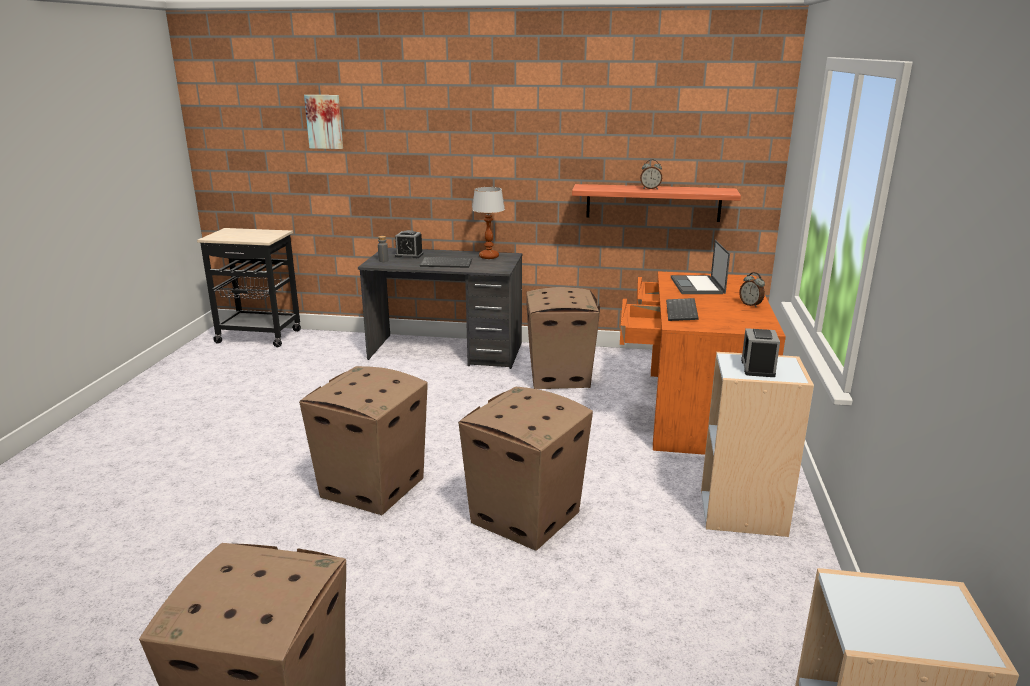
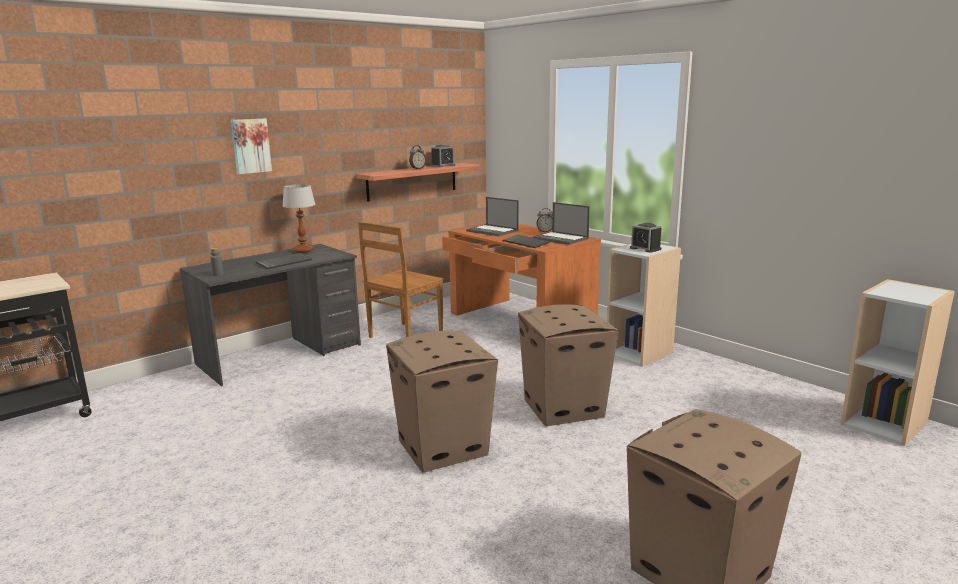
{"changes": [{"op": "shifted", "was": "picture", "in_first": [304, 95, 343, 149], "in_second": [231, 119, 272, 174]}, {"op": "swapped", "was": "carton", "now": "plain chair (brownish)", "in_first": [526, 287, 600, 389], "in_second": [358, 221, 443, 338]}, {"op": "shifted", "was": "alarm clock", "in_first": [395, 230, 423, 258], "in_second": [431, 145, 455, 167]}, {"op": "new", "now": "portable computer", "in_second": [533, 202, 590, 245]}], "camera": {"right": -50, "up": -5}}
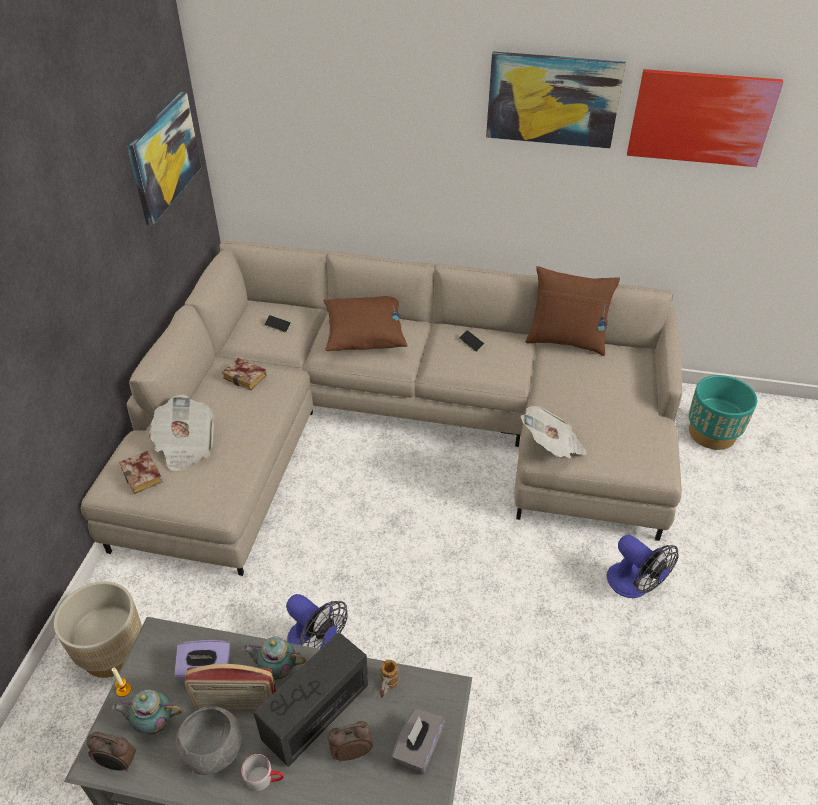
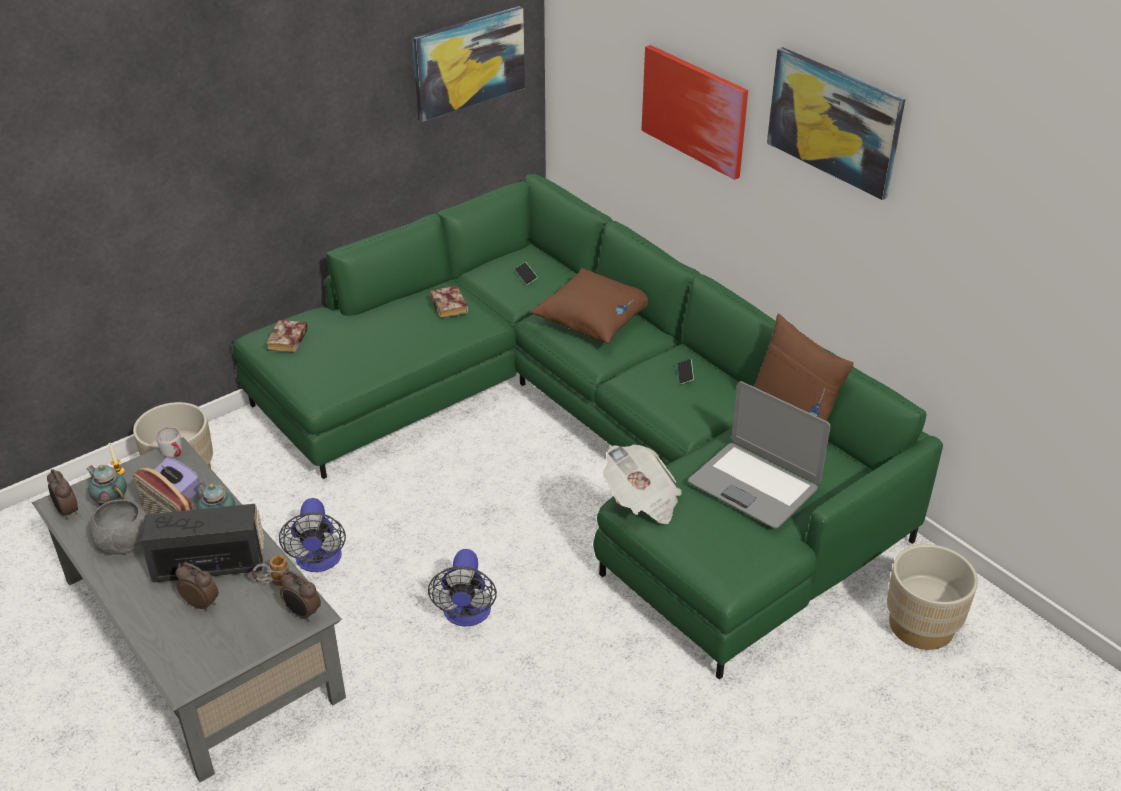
{"changes": [{"op": "shifted", "was": "tea mug (grey)", "in_first": [241, 754, 284, 791], "in_second": [156, 427, 182, 457]}, {"op": "repainted", "was": "settee (beige-coloured)", "now": "settee (green)", "in_first": [81, 241, 682, 576], "in_second": [233, 174, 943, 680]}, {"op": "new", "now": "alarm clock", "in_second": [280, 571, 321, 622]}, {"op": "shifted", "was": "electric fan", "in_first": [606, 535, 679, 598], "in_second": [428, 549, 497, 627]}, {"op": "shifted", "was": "picture", "in_first": [627, 69, 783, 167], "in_second": [641, 45, 748, 180]}, {"op": "new", "now": "portable computer", "in_second": [688, 381, 831, 529]}, {"op": "repainted", "was": "flower pot (turquoise-coloured)", "now": "flower pot (beige-coloured)", "in_first": [689, 375, 757, 450], "in_second": [887, 544, 978, 650]}, {"op": "gone", "was": "daily paper", "in_first": [149, 395, 215, 471]}, {"op": "gone", "was": "tissue holder (grey)", "in_first": [392, 708, 445, 774]}], "camera": {"right": 40, "up": -5}}
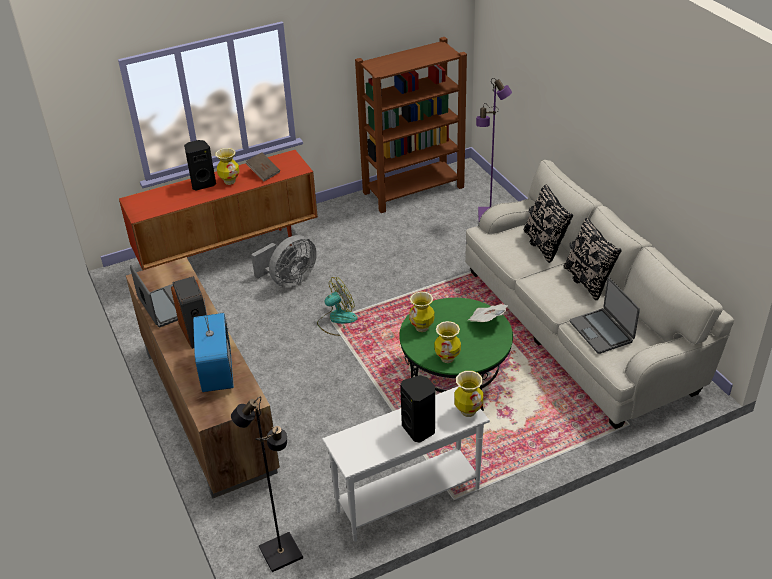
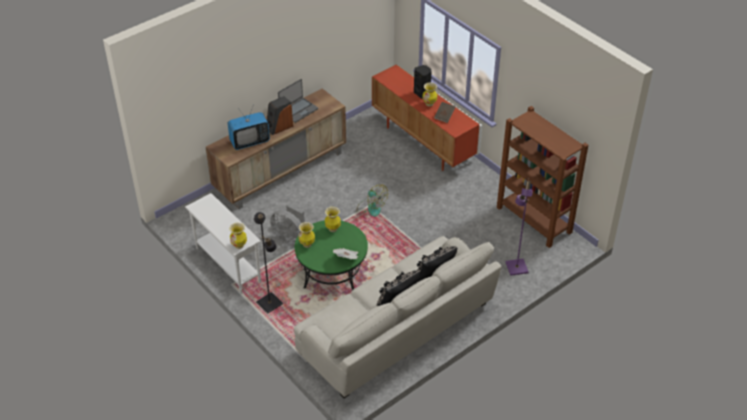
{"changes": [{"op": "shifted", "was": "standing lamp (black)", "in_first": [231, 397, 303, 572], "in_second": [254, 212, 283, 313]}, {"op": "shifted", "was": "electric fan (grey)", "in_first": [251, 235, 317, 287], "in_second": [270, 204, 305, 244]}, {"op": "gone", "was": "loudspeaker (black)", "in_first": [400, 375, 435, 443]}, {"op": "gone", "was": "portable computer", "in_first": [570, 277, 640, 354]}], "camera": {"right": 75, "up": 5}}
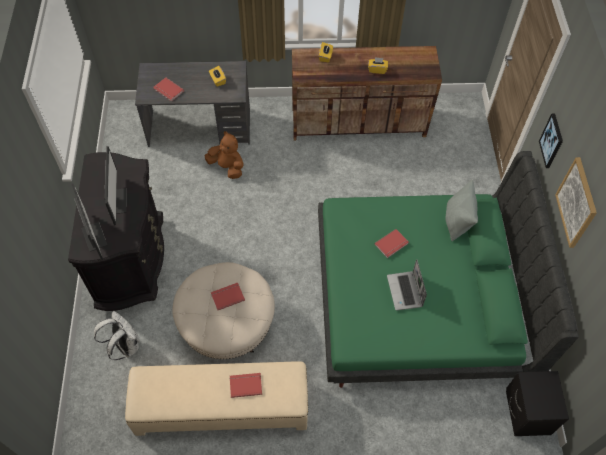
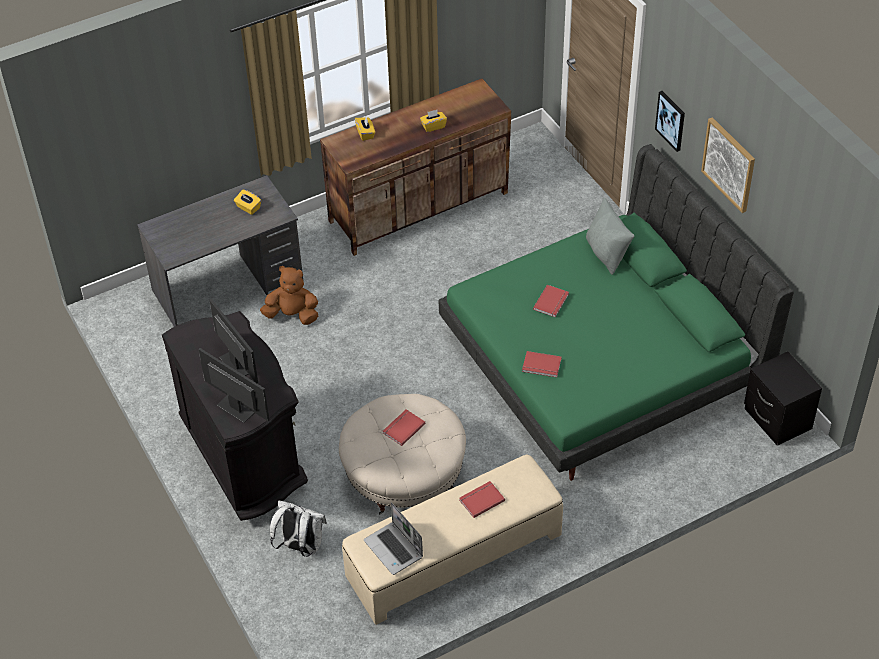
{"changes": [{"op": "shifted", "was": "portable computer", "in_first": [387, 259, 427, 311], "in_second": [364, 502, 423, 575]}, {"op": "shifted", "was": "volume (reddish)", "in_first": [153, 78, 184, 102], "in_second": [522, 351, 562, 377]}], "camera": {"right": -25, "up": -10}}
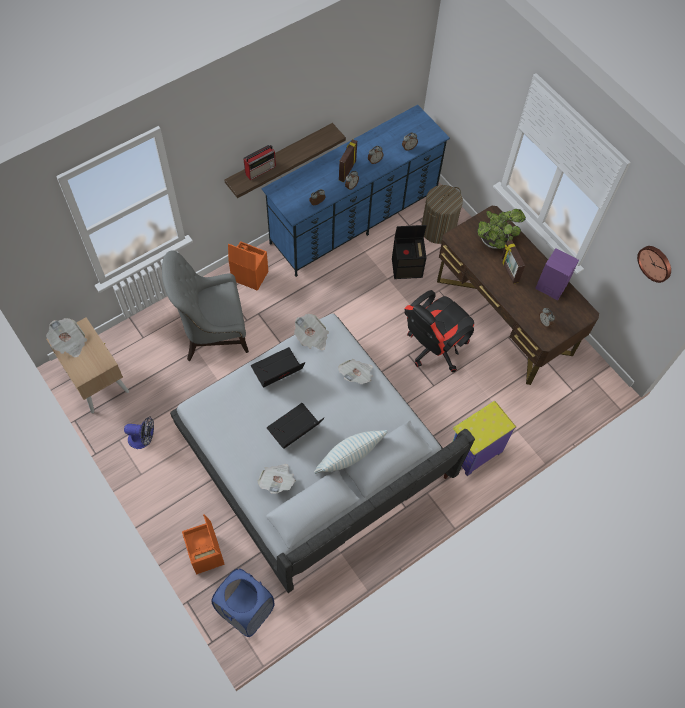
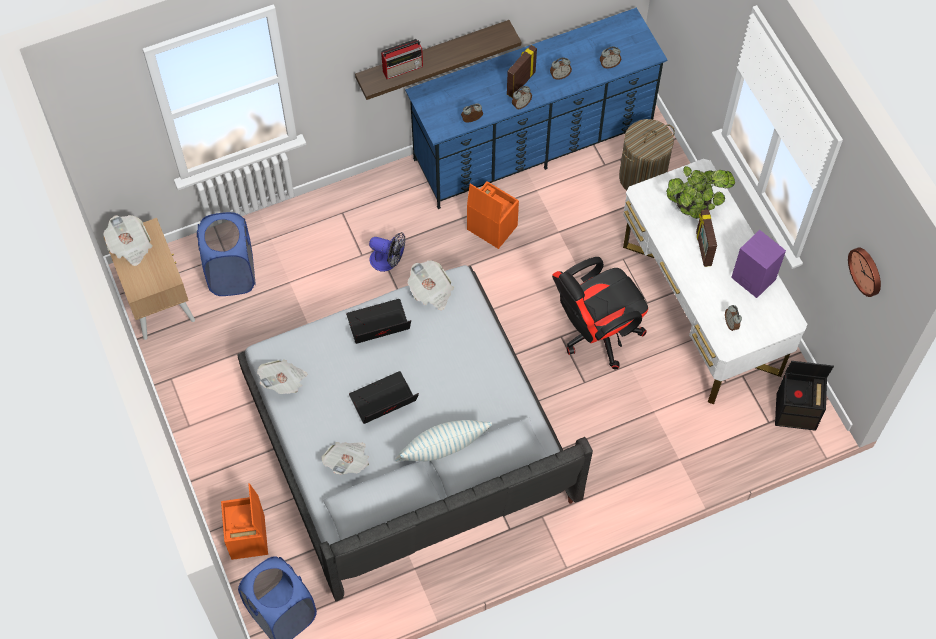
{"changes": [{"op": "new", "now": "hamper (blue-coloured)", "in_second": [197, 212, 256, 296]}, {"op": "shifted", "was": "daily paper", "in_first": [338, 359, 373, 384], "in_second": [257, 359, 307, 394]}, {"op": "shifted", "was": "electric fan", "in_first": [124, 416, 154, 449], "in_second": [369, 232, 405, 272]}, {"op": "shifted", "was": "storage box (orange)", "in_first": [228, 241, 268, 291], "in_second": [467, 181, 519, 249]}, {"op": "repainted", "was": "desk table (brownish)", "now": "desk table (white)", "in_first": [437, 206, 599, 385], "in_second": [623, 159, 808, 404]}, {"op": "shifted", "was": "storage box (black)", "in_first": [392, 225, 427, 279], "in_second": [775, 361, 834, 431]}, {"op": "gone", "was": "plain chair (grey)", "in_first": [162, 250, 249, 361]}, {"op": "gone", "was": "bedside table", "in_first": [452, 401, 516, 476]}], "camera": {"right": 15, "up": 0}}
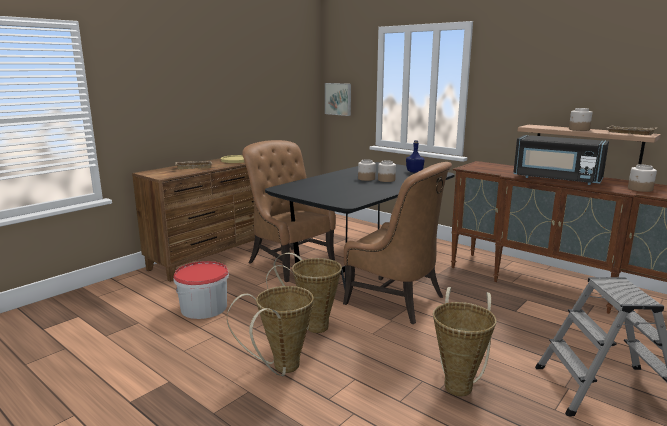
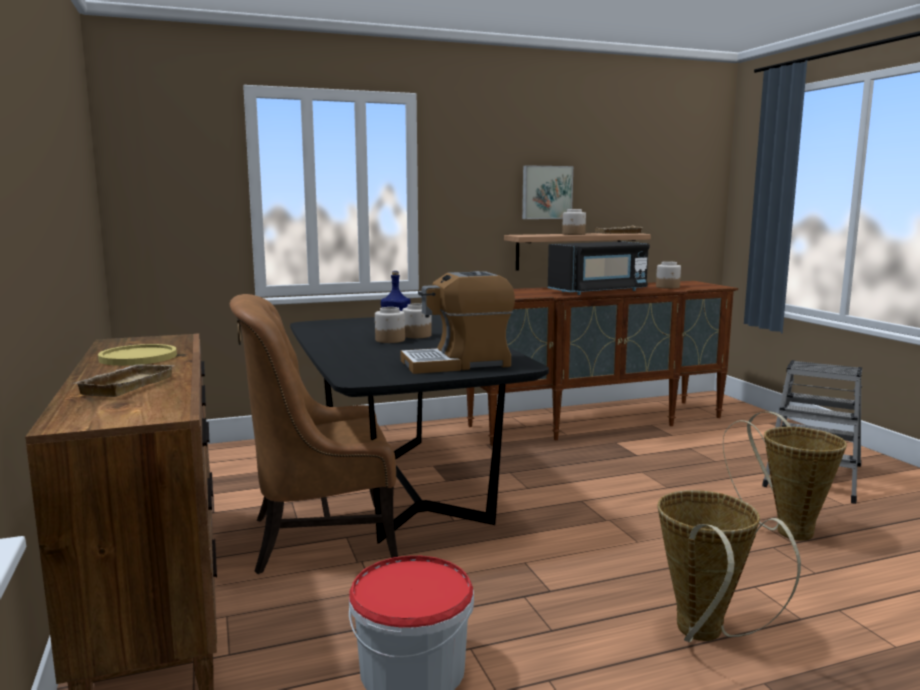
{"changes": [{"op": "new", "now": "coffee machine", "in_second": [401, 271, 515, 374]}, {"op": "shifted", "was": "picture", "in_first": [325, 83, 351, 116], "in_second": [522, 165, 573, 219]}, {"op": "gone", "was": "household basket", "in_first": [266, 253, 342, 333]}, {"op": "gone", "was": "plain chair (brownish)", "in_first": [343, 162, 452, 324]}], "camera": {"right": -60, "up": -5}}
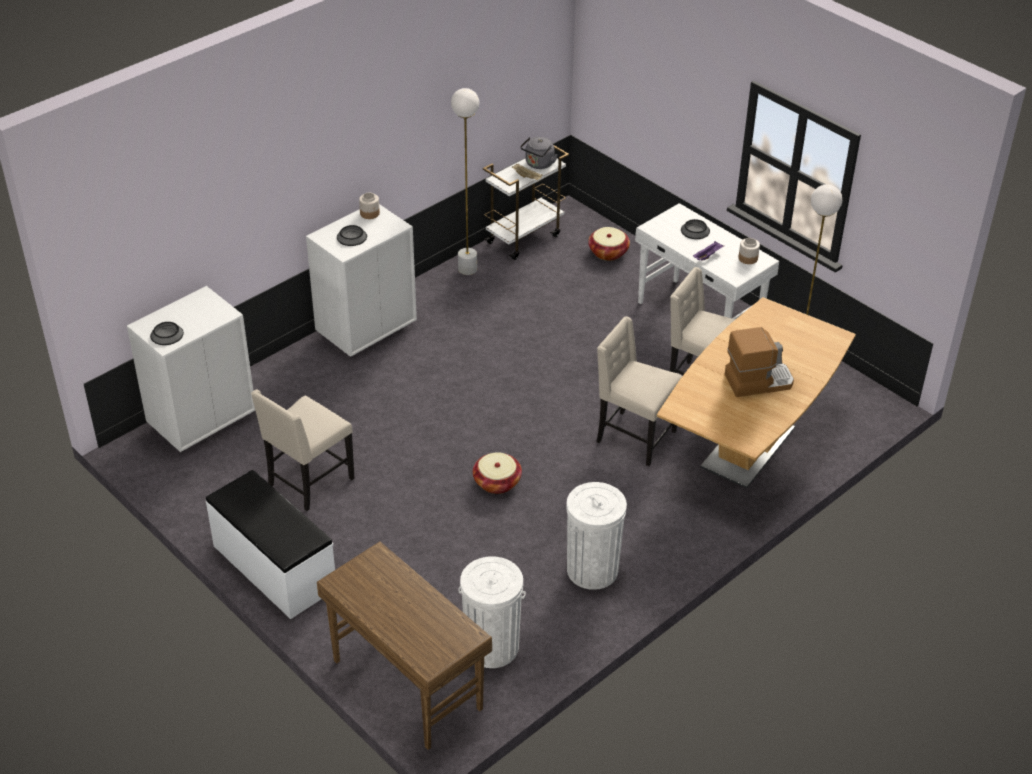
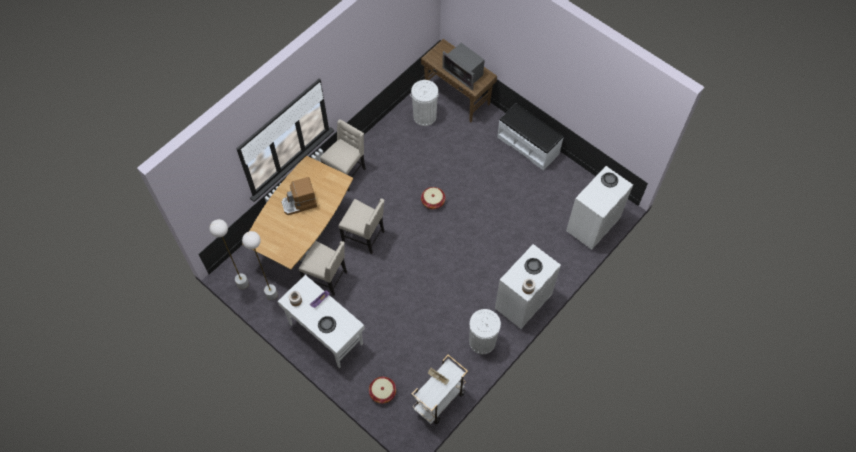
{"changes": [{"op": "shifted", "was": "standing lamp (white)", "in_first": [451, 88, 479, 275], "in_second": [209, 219, 249, 289]}, {"op": "shifted", "was": "plain chair (beige-coloured)", "in_first": [251, 390, 354, 511], "in_second": [320, 119, 366, 192]}, {"op": "new", "now": "microwave", "in_second": [442, 43, 485, 90]}, {"op": "shifted", "was": "trash can (white)", "in_first": [566, 482, 627, 590], "in_second": [469, 309, 501, 354]}, {"op": "gone", "was": "kettle (grey)", "in_first": [520, 137, 558, 169]}], "camera": {"right": 175, "up": 20}}
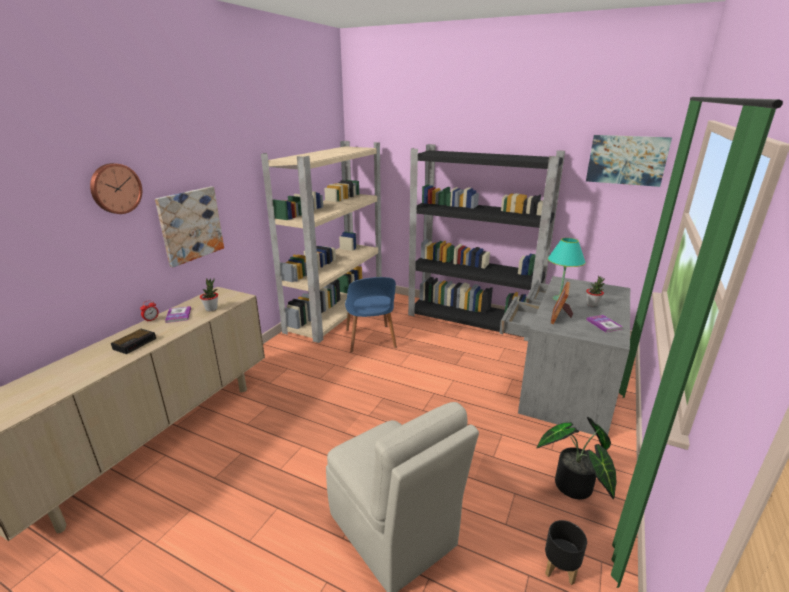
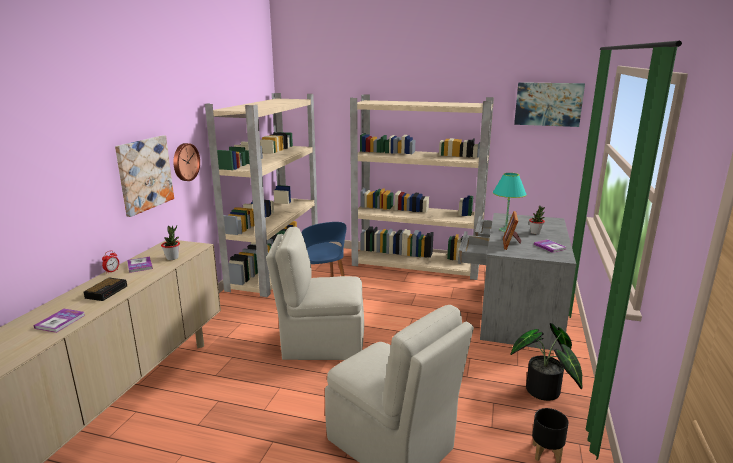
{"changes": [{"op": "new", "now": "volume", "in_second": [34, 309, 85, 333]}, {"op": "shifted", "was": "clock on the wall", "in_first": [90, 163, 142, 214], "in_second": [173, 143, 200, 181]}, {"op": "new", "now": "plain chair (beige-coloured)", "in_second": [266, 227, 364, 360]}, {"op": "repainted", "was": "bookshelf (black)", "now": "bookshelf (beige-coloured)", "in_first": [408, 144, 565, 341], "in_second": [350, 94, 494, 280]}], "camera": {"right": -10, "up": -5}}
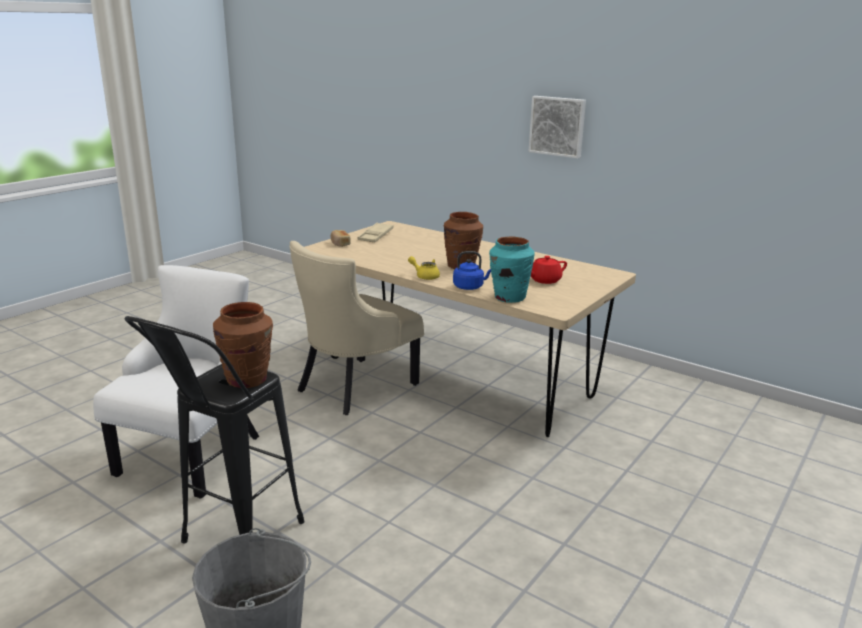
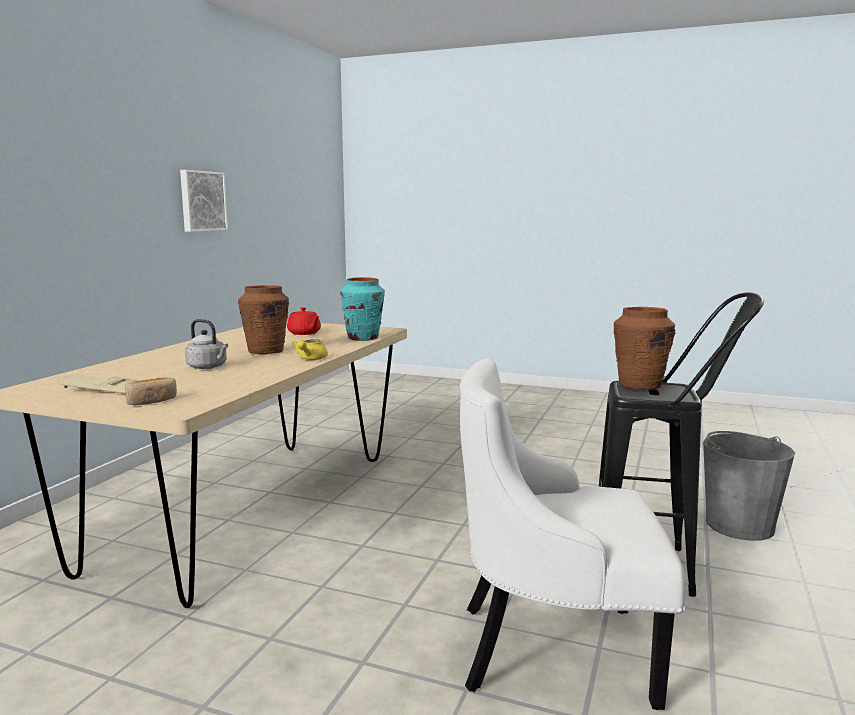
{"changes": [{"op": "shifted", "was": "picture", "in_first": [528, 96, 586, 158], "in_second": [180, 170, 228, 232]}, {"op": "new", "now": "kettle (grey)", "in_second": [185, 319, 228, 369]}, {"op": "gone", "was": "plain chair (beige-coloured)", "in_first": [289, 241, 424, 415]}, {"op": "gone", "was": "kettle (blue-coloured)", "in_first": [453, 251, 491, 290]}], "camera": {"right": -105, "up": -10}}
